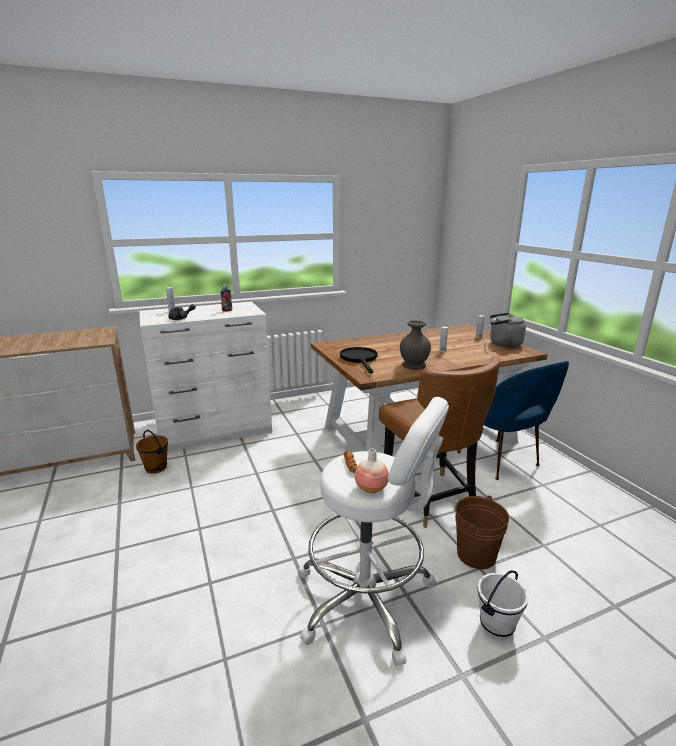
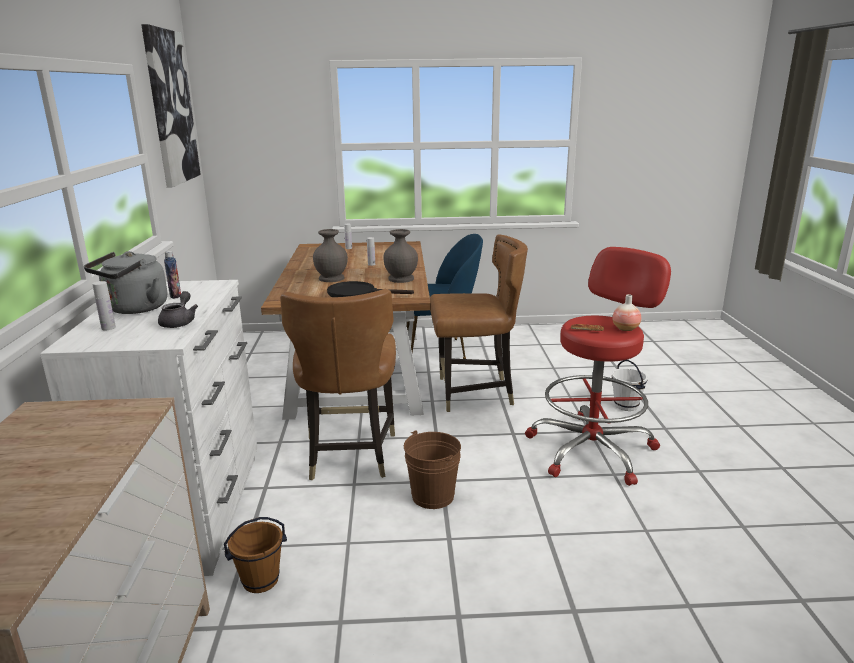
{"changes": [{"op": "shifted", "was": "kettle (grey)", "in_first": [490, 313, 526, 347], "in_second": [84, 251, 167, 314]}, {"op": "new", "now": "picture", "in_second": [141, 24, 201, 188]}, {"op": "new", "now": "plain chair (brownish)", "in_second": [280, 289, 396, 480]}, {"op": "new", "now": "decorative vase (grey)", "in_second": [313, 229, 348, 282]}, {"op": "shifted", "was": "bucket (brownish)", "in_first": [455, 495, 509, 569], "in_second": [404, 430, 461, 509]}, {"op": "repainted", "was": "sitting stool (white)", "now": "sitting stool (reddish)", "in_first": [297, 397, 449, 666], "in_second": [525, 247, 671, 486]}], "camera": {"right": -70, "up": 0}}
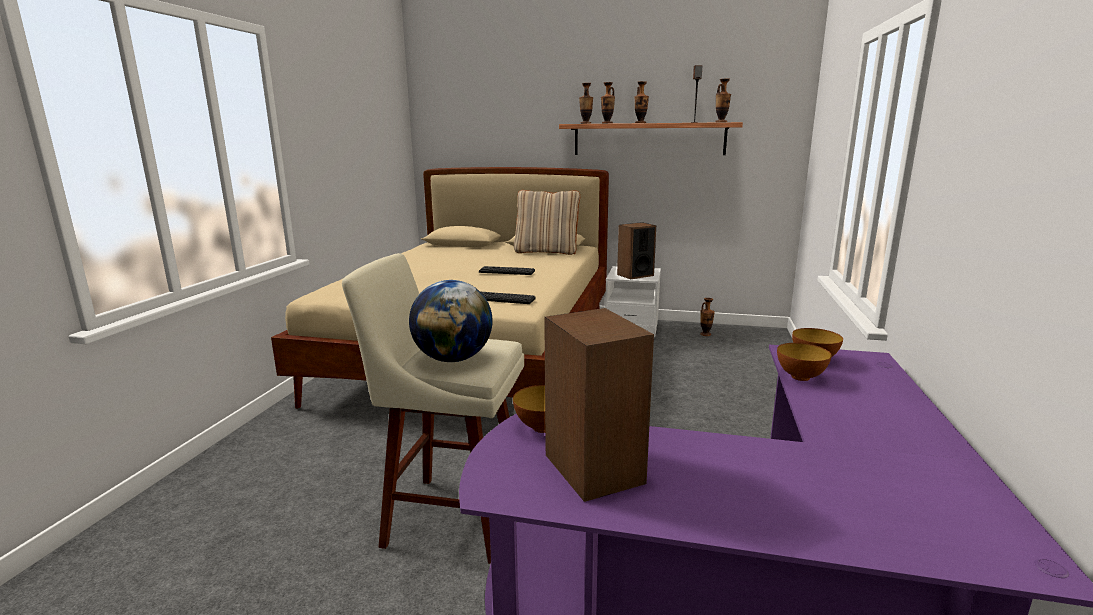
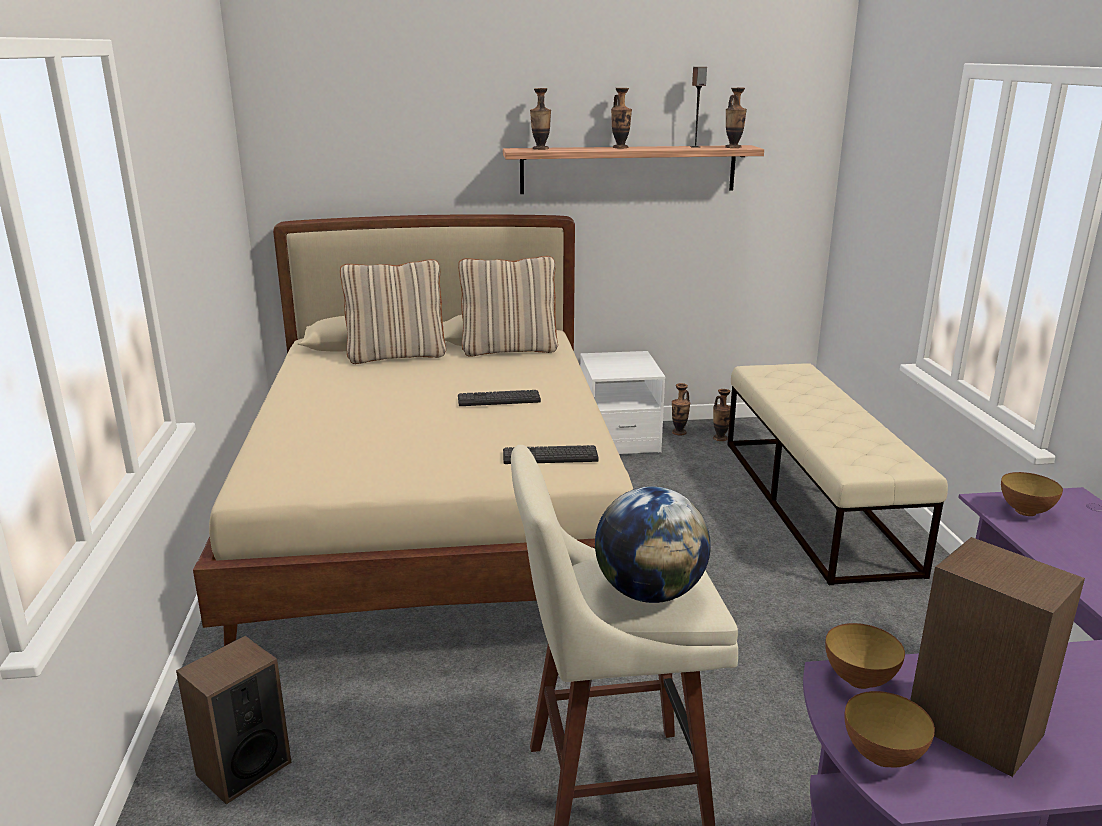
{"changes": [{"op": "shifted", "was": "loudspeaker", "in_first": [617, 222, 656, 279], "in_second": [176, 636, 291, 804]}, {"op": "new", "now": "throw pillow (beige-coloured)", "in_second": [340, 259, 446, 364]}, {"op": "shifted", "was": "decorative vase", "in_first": [601, 82, 615, 123], "in_second": [672, 383, 690, 436]}, {"op": "new", "now": "long seat (beige-coloured)", "in_second": [727, 363, 948, 585]}, {"op": "shifted", "was": "bowl", "in_first": [777, 343, 832, 381], "in_second": [845, 691, 935, 767]}], "camera": {"right": -20, "up": 5}}
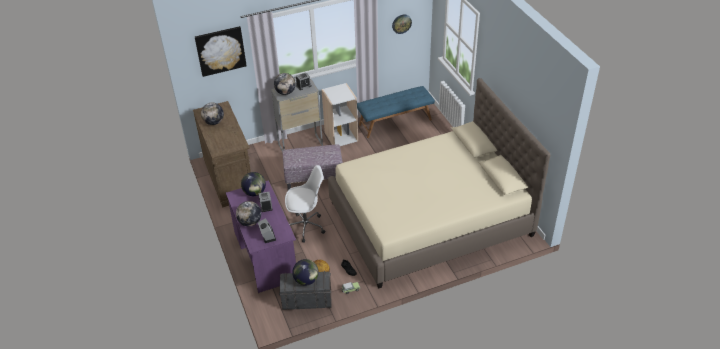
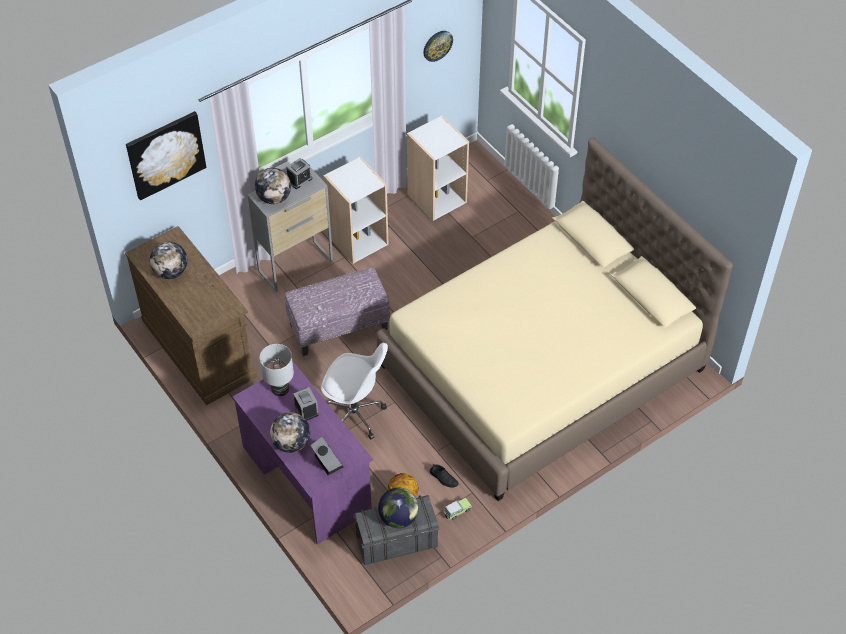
{"changes": [{"op": "swapped", "was": "desk globe", "now": "table lamp (grey)", "in_first": [241, 172, 266, 196], "in_second": [260, 344, 294, 396]}, {"op": "rotated", "was": "desk chair (white)", "in_first": [285, 165, 326, 243], "in_second": [321, 343, 388, 439], "clockwise": 45}, {"op": "swapped", "was": "long seat (blue-coloured)", "now": "bookshelf", "in_first": [357, 86, 435, 138], "in_second": [407, 115, 469, 221]}], "camera": {"right": -15, "up": 10}}
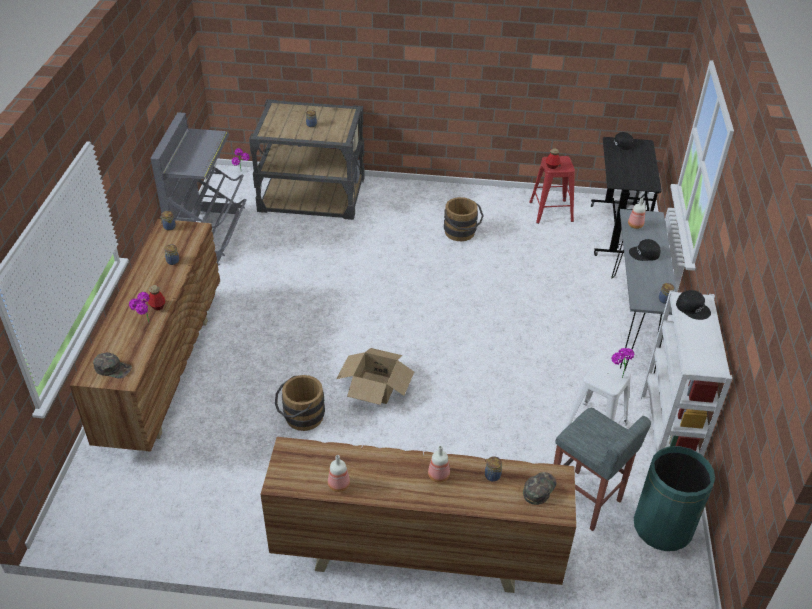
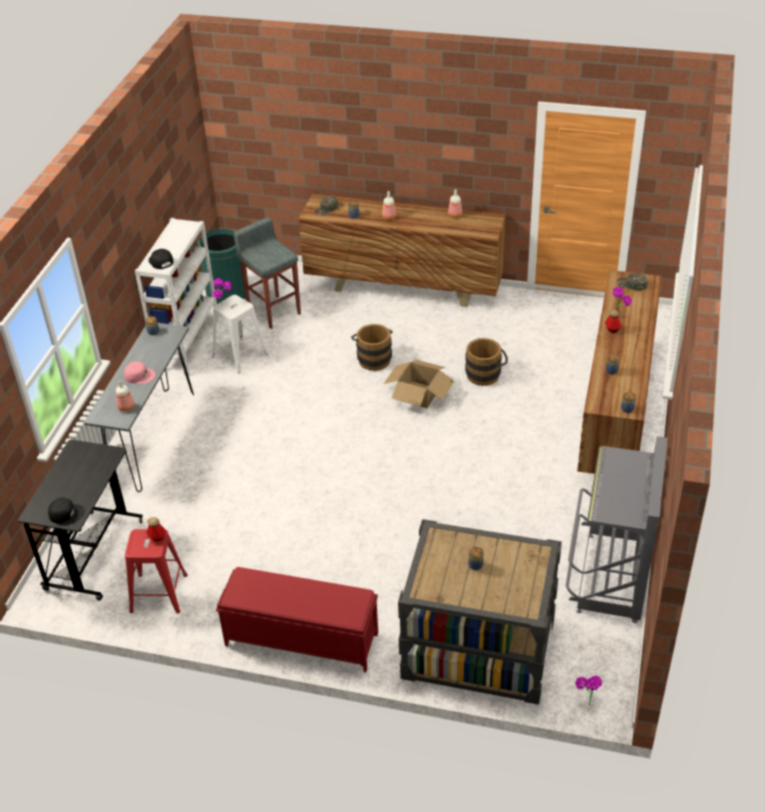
{"changes": [{"op": "repainted", "was": "cap (black)", "now": "cap (pink)", "in_first": [629, 239, 661, 261], "in_second": [124, 361, 155, 384]}, {"op": "new", "now": "long seat (reddish)", "in_second": [216, 567, 378, 672]}, {"op": "shifted", "was": "bucket (brownish)", "in_first": [444, 197, 484, 241], "in_second": [351, 324, 393, 371]}], "camera": {"right": -170, "up": 0}}
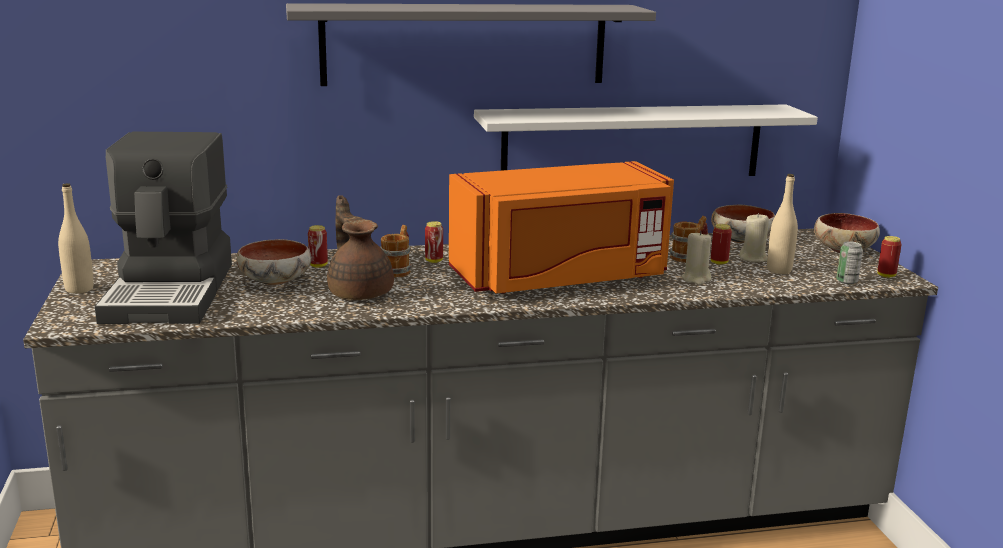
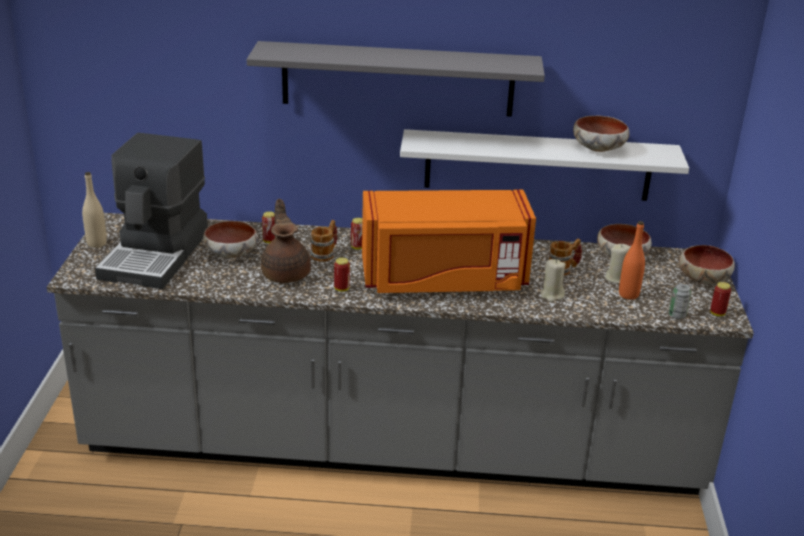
{"changes": [{"op": "shifted", "was": "can", "in_first": [711, 224, 732, 265], "in_second": [334, 258, 350, 292]}, {"op": "new", "now": "bowl", "in_second": [573, 116, 630, 152]}, {"op": "repainted", "was": "drink bottle (beige-coloured)", "now": "drink bottle (orange)", "in_first": [767, 174, 798, 274], "in_second": [619, 221, 645, 300]}], "camera": {"right": 15, "up": 10}}
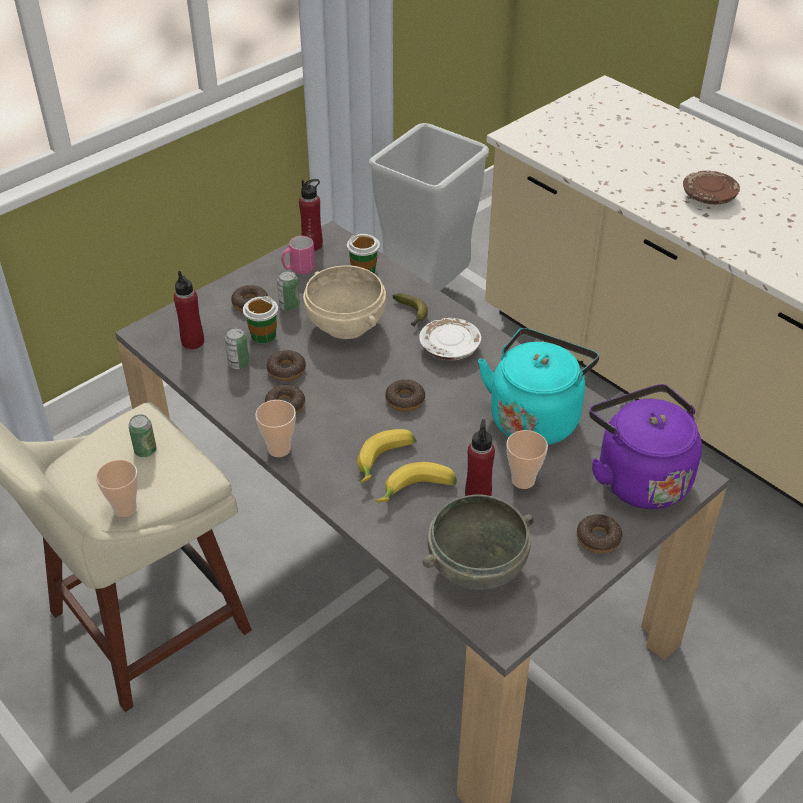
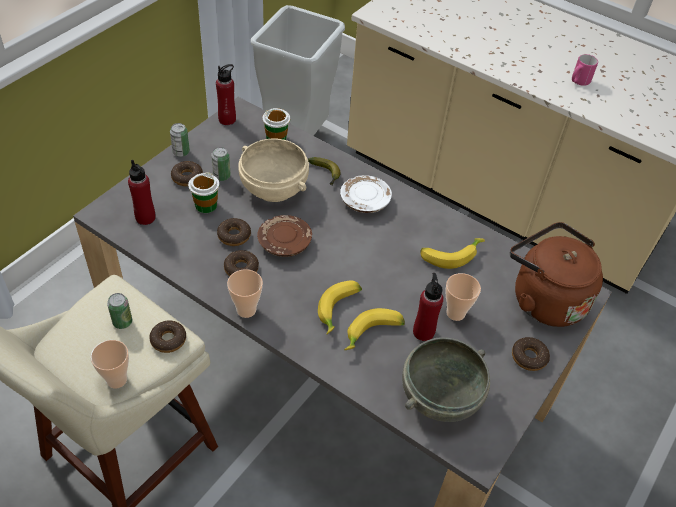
{"changes": [{"op": "shifted", "was": "ring doughnut", "in_first": [385, 379, 425, 412], "in_second": [149, 320, 186, 353]}, {"op": "shifted", "was": "can", "in_first": [225, 327, 250, 369], "in_second": [170, 123, 190, 157]}, {"op": "shifted", "was": "flat dish (brownish)", "in_first": [683, 171, 740, 204], "in_second": [257, 215, 312, 257]}, {"op": "swapped", "was": "kettle (turquoise-coloured)", "now": "whole banana", "in_first": [478, 328, 599, 445], "in_second": [420, 238, 485, 269]}, {"op": "repainted", "was": "kettle (purplish)", "now": "kettle (brownish)", "in_first": [589, 384, 702, 509], "in_second": [510, 222, 603, 327]}, {"op": "shifted", "was": "tea mug (pink)", "in_first": [281, 236, 315, 274], "in_second": [572, 54, 598, 86]}], "camera": {"right": -15, "up": 5}}
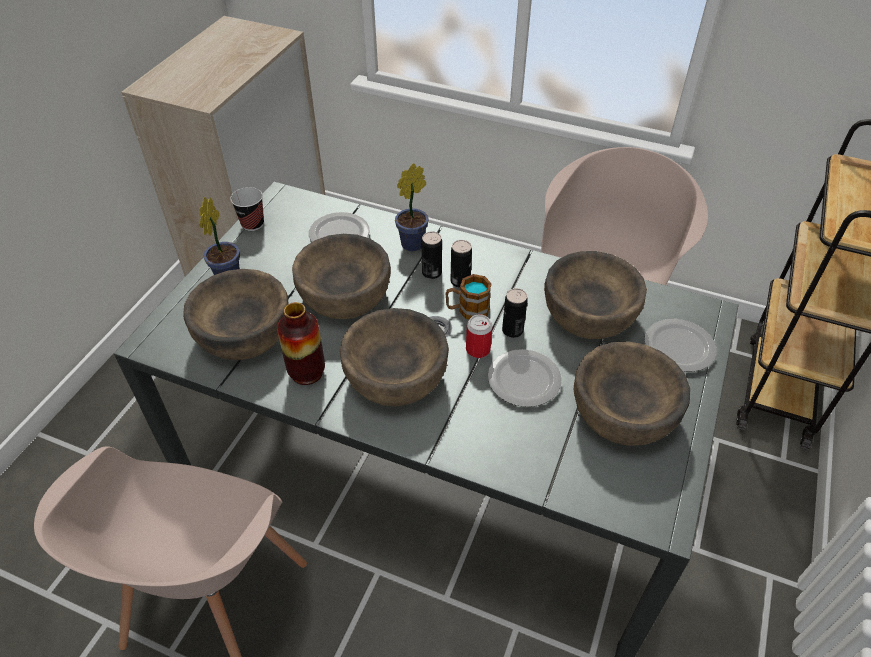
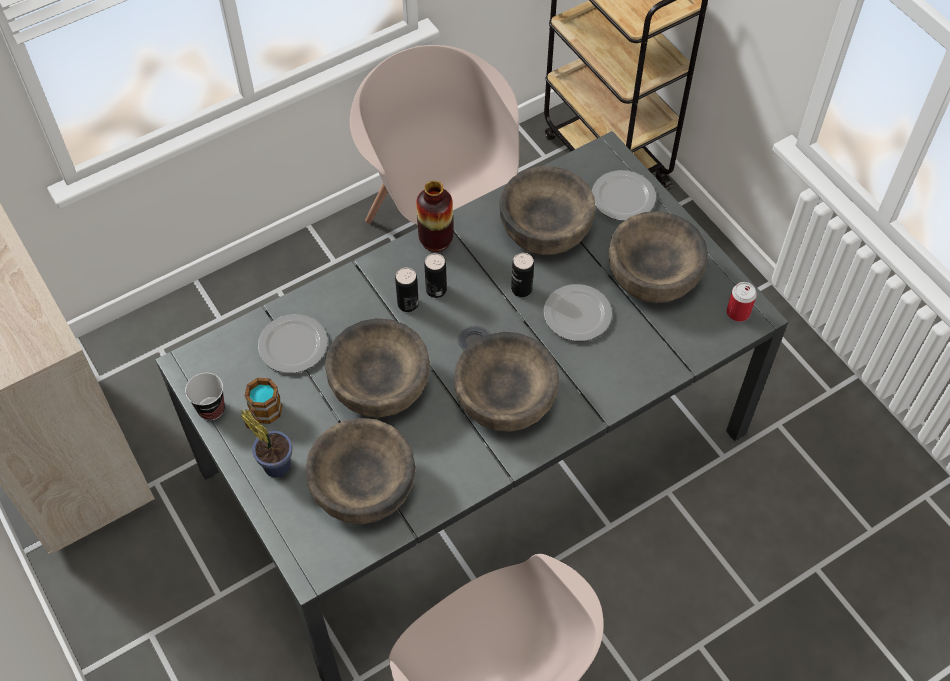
{"changes": [{"op": "shifted", "was": "tea mug", "in_first": [445, 274, 492, 320], "in_second": [244, 378, 282, 429]}, {"op": "shifted", "was": "decorative vase", "in_first": [277, 302, 325, 385], "in_second": [416, 181, 453, 252]}, {"op": "shifted", "was": "can", "in_first": [466, 315, 492, 358], "in_second": [727, 282, 757, 322]}, {"op": "gone", "was": "houseplant", "in_first": [395, 163, 429, 251]}], "camera": {"right": -55, "up": 10}}
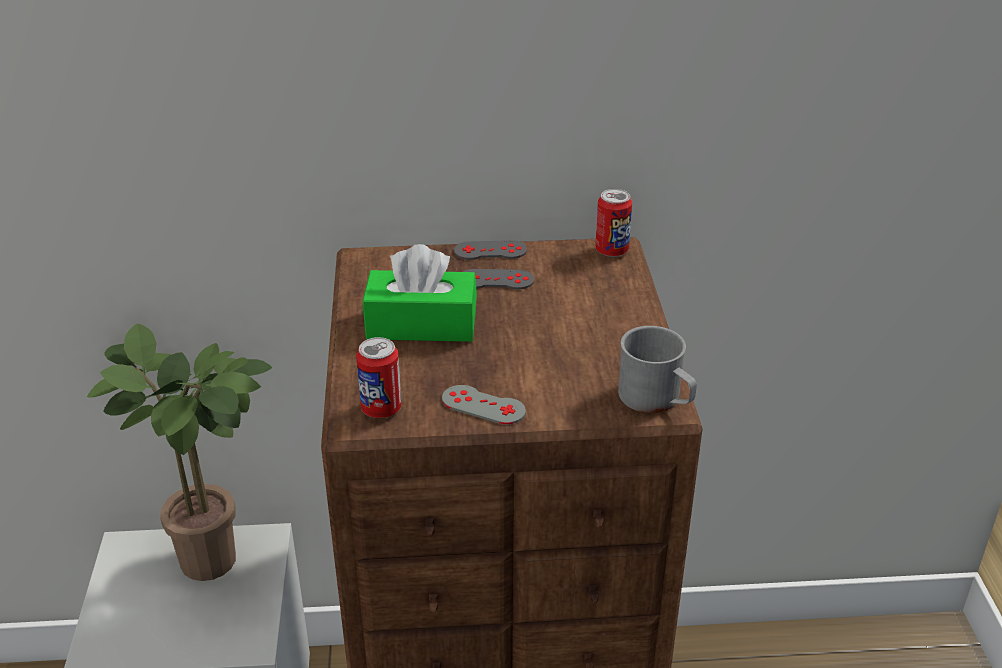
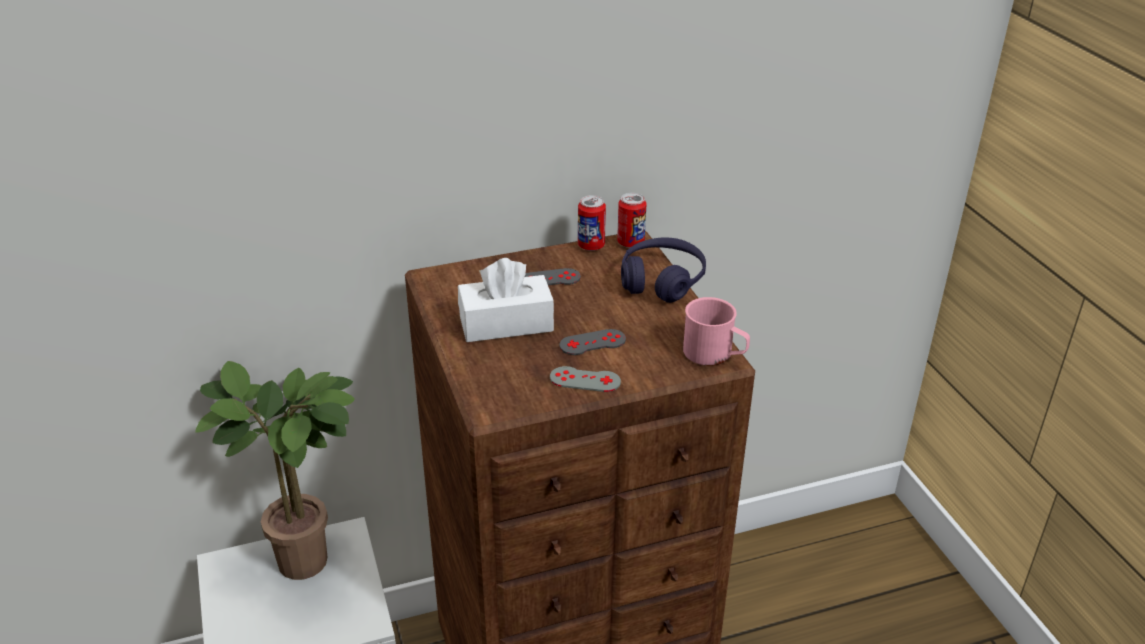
{"changes": [{"op": "repainted", "was": "tissue holder (green)", "now": "tissue holder (white)", "in_first": [363, 244, 477, 342], "in_second": [458, 258, 554, 342]}, {"op": "shifted", "was": "joypad (grey)", "in_first": [454, 240, 527, 260], "in_second": [559, 329, 626, 355]}, {"op": "shifted", "was": "can", "in_first": [356, 337, 401, 418], "in_second": [578, 195, 606, 251]}, {"op": "new", "now": "headset (purplish)", "in_second": [621, 237, 706, 303]}, {"op": "repainted", "was": "tea mug (grey)", "now": "tea mug (pink)", "in_first": [618, 326, 697, 413], "in_second": [683, 297, 750, 366]}], "camera": {"right": -15, "up": 0}}
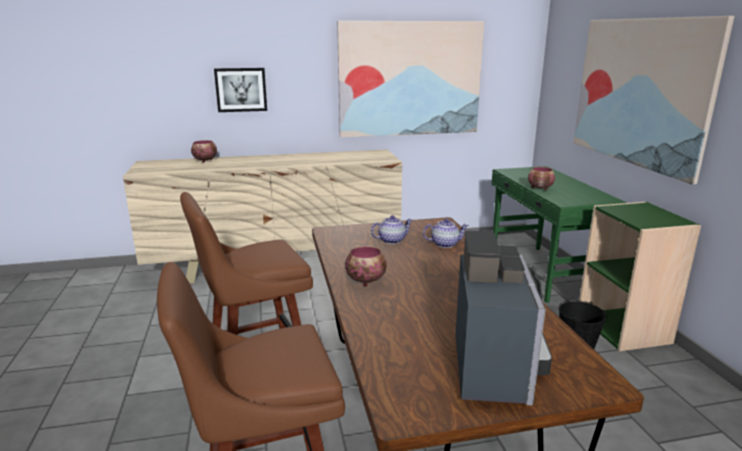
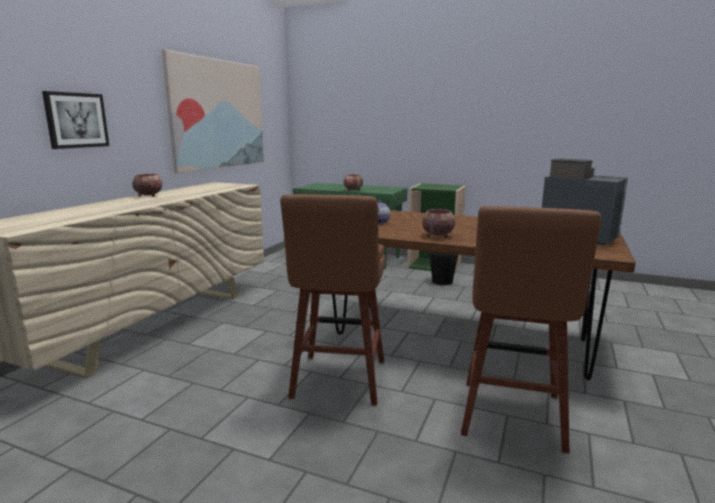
{"changes": [{"op": "shifted", "was": "bowl", "in_first": [191, 140, 217, 163], "in_second": [132, 174, 162, 197]}, {"op": "gone", "was": "pot for tea", "in_first": [423, 219, 469, 248]}, {"op": "gone", "was": "picture", "in_first": [574, 16, 735, 184]}], "camera": {"right": -55, "up": -5}}
